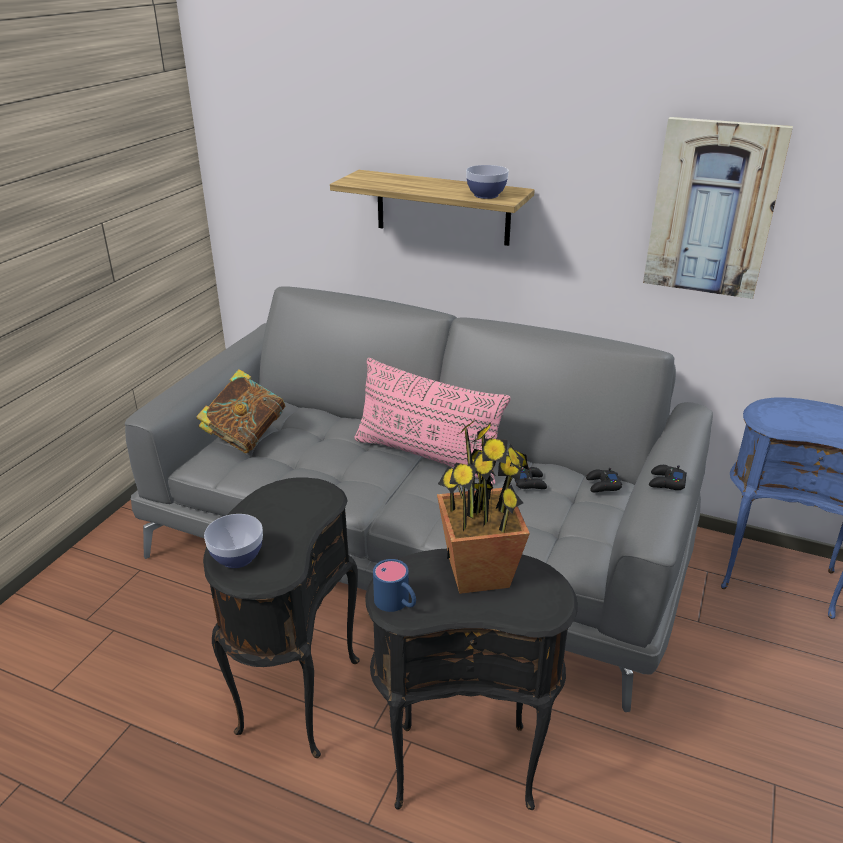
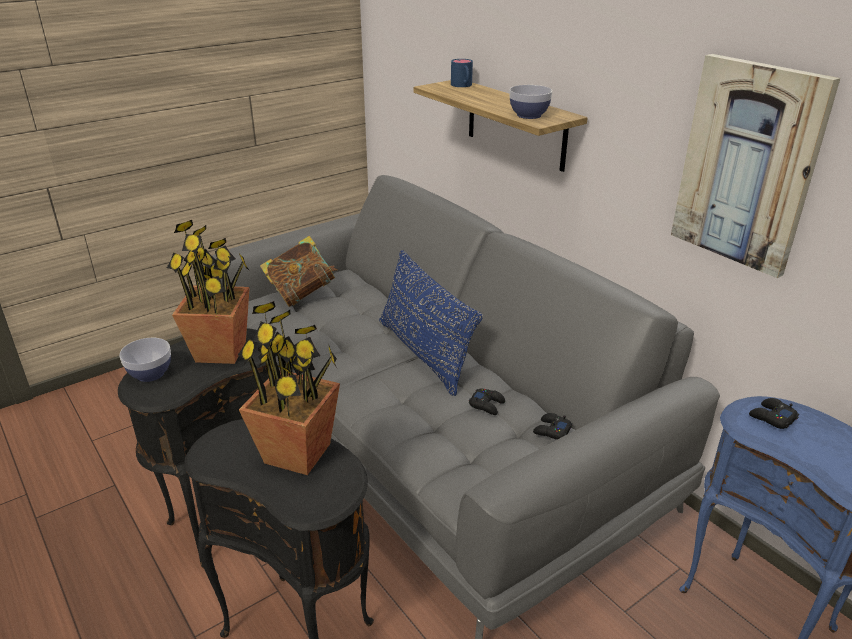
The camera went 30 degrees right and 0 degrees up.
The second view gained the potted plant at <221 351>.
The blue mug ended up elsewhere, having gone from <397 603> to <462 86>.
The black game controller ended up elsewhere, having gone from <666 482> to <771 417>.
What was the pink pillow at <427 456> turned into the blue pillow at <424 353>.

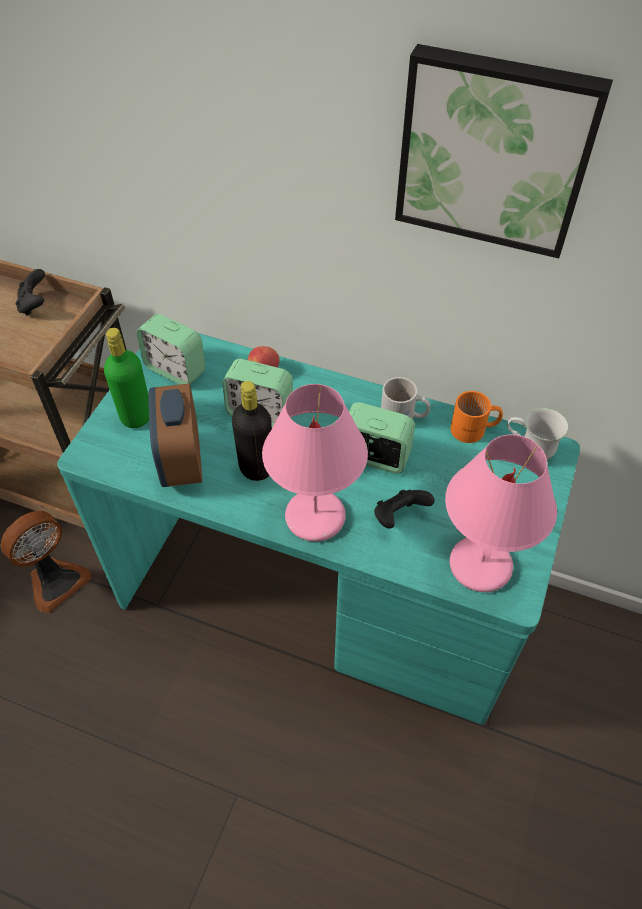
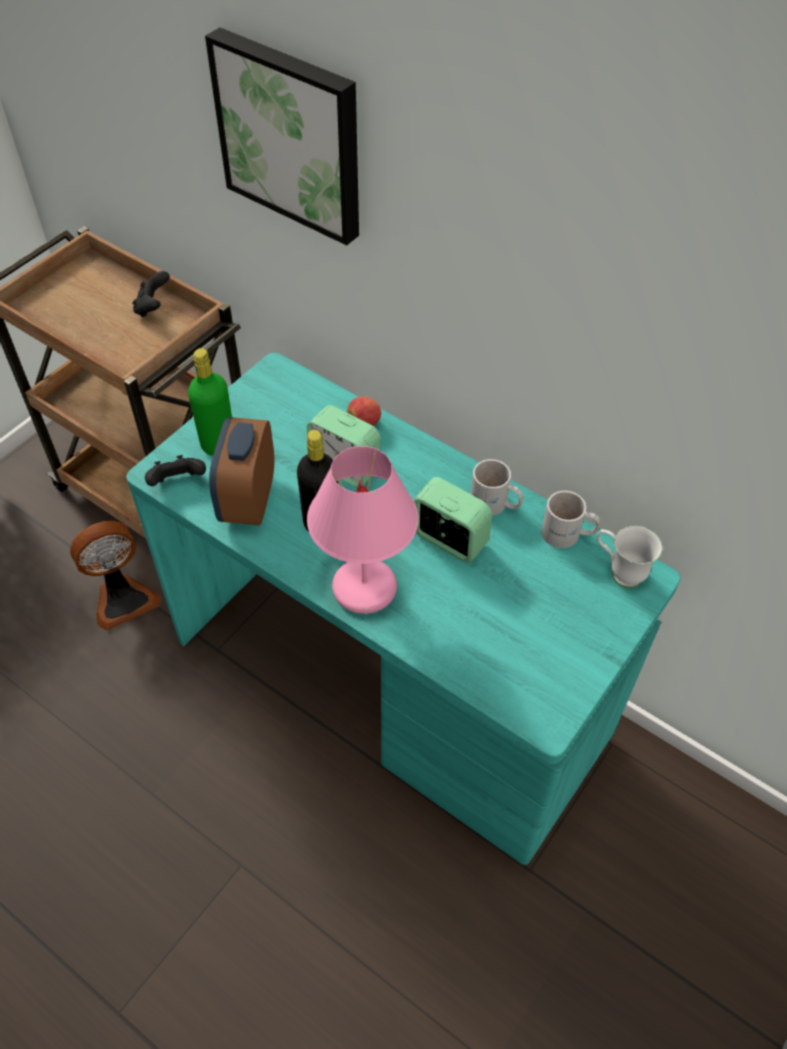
The camera went 15 degrees right and 0 degrees up.
The second view lost the alarm clock at <175 369>.
The second view lost the pink table lamp at <481 566>.
The black game controller ended up elsewhere, having gone from <399 517> to <178 482>.
The picture ended up elsewhere, having gone from <495 151> to <292 135>.
What was the orange mug at <474 430> turned into the white mug at <567 535>.

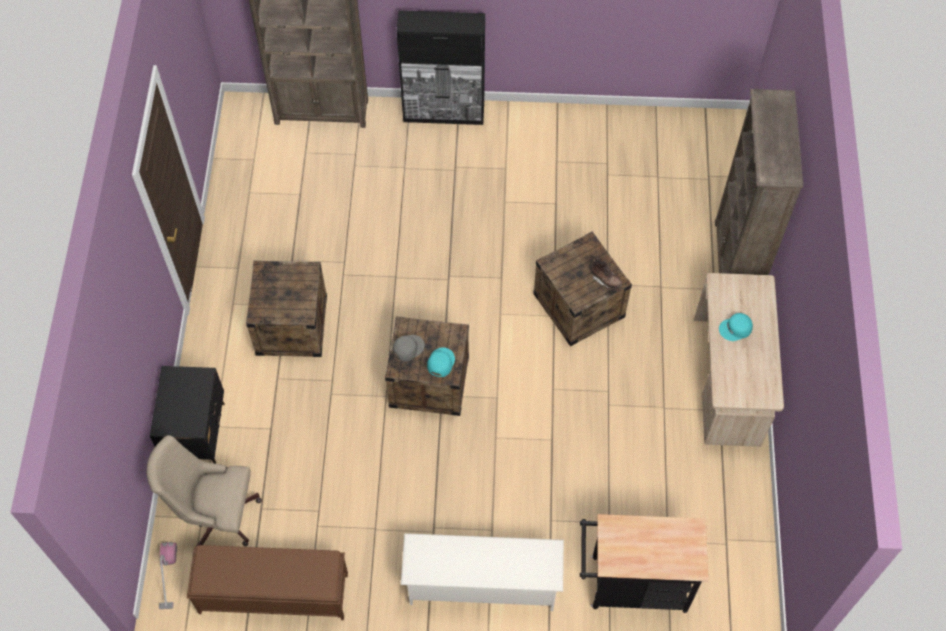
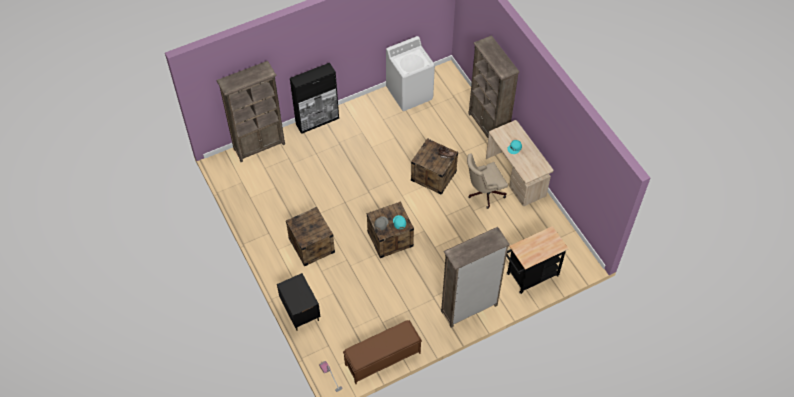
The camera went 30 degrees left and 5 degrees down.
The second view gained the white washing machine at <410 93>.
The beige office chair ended up elsewhere, having gone from <216 514> to <483 193>.
Where the white shoe rack stood at <482 584>, the brown bookcase came to stand at <468 308>.

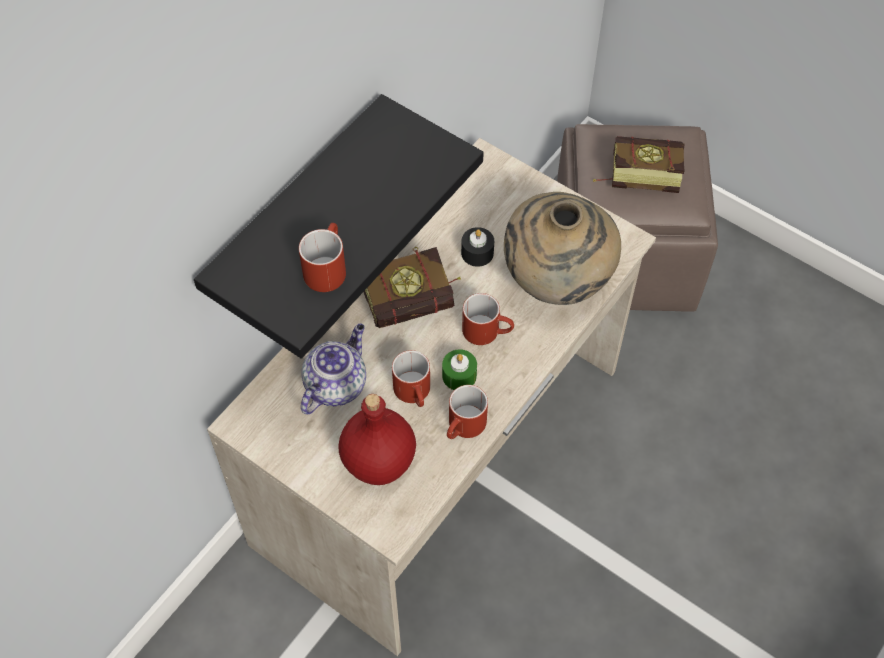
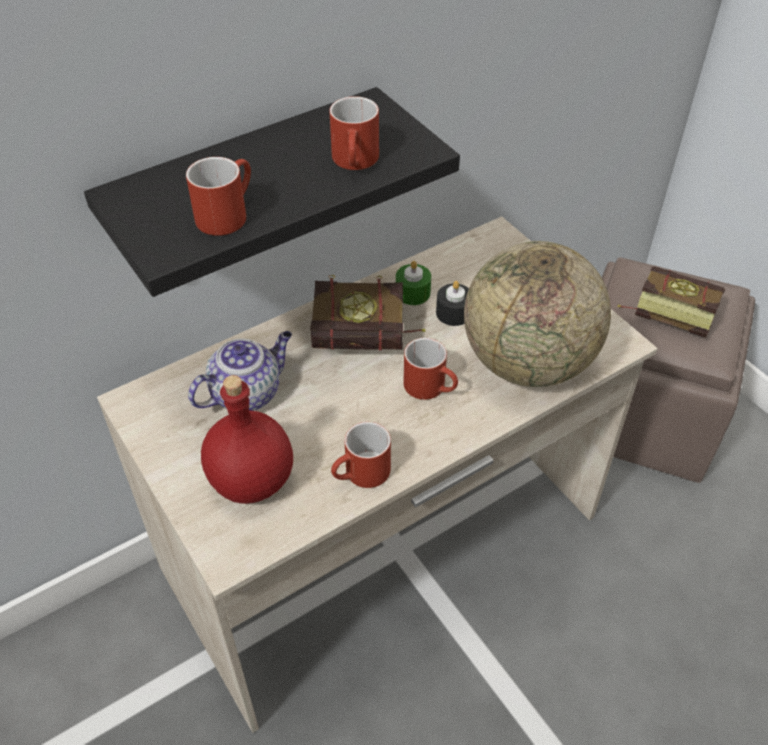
The camera went 20 degrees right and 10 degrees down.
The red mug ended up elsewhere, having gone from <415 393> to <356 162>.
The green candle ended up elsewhere, having gone from <459 375> to <412 293>.
Where the beige vase stood at <557 283>, the globe came to stand at <528 362>.

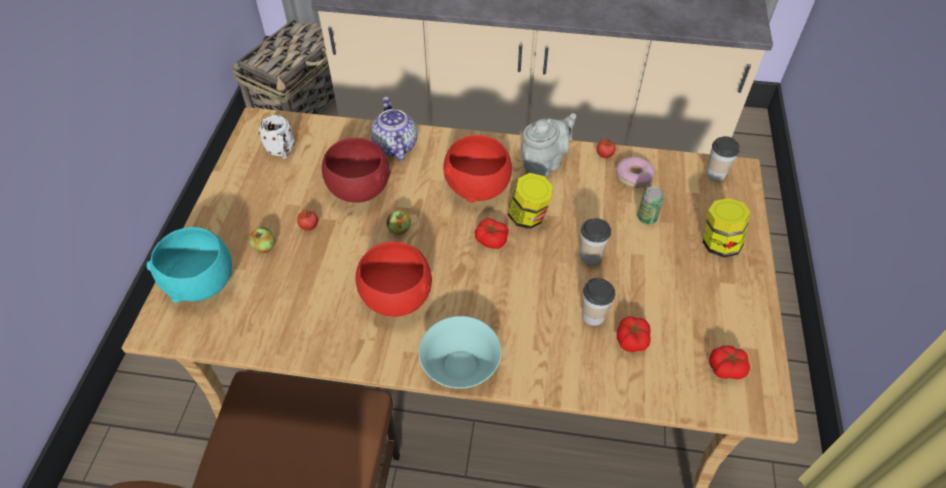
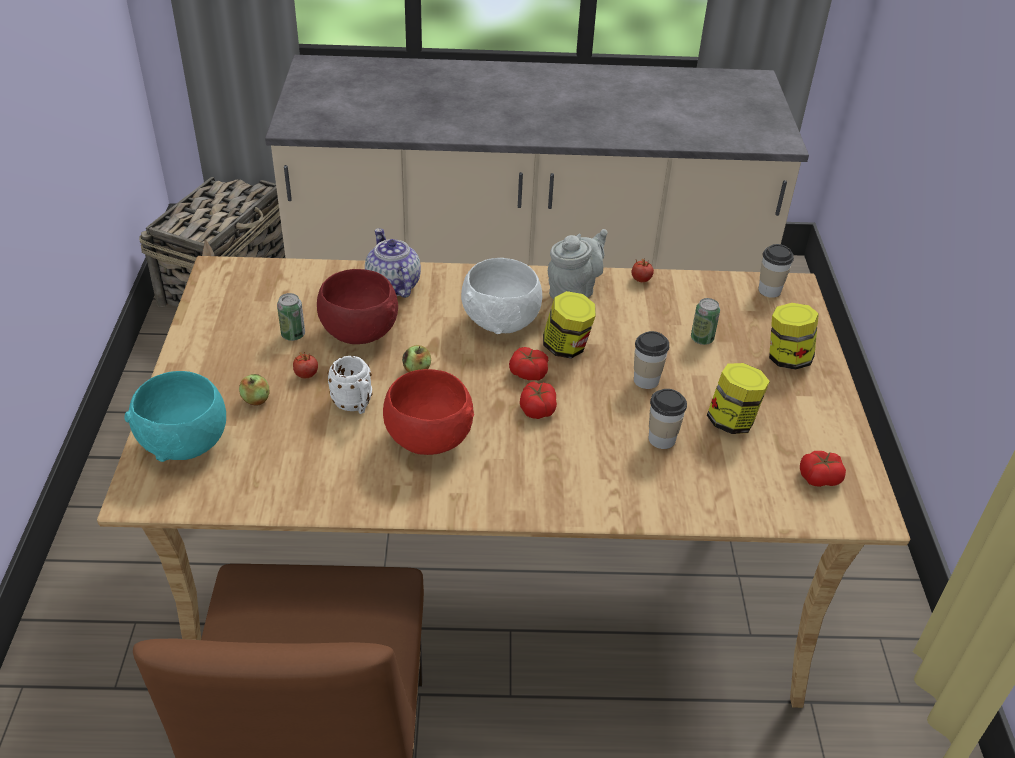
The camera went 10 degrees left and 10 degrees down.
The second view lost the turquoise bowl at <461 366>.
The second view lost the donut at <634 176>.
The second view gained the can at <293 335>.
The second view gained the jar at <732 421>.
The white mug ended up elsewhere, having gone from <282 152> to <355 405>.
The tomato ended up elsewhere, having gone from <631 339> to <537 408>.
What was the red bowl at <478 187> turned into the white bowl at <502 321>.

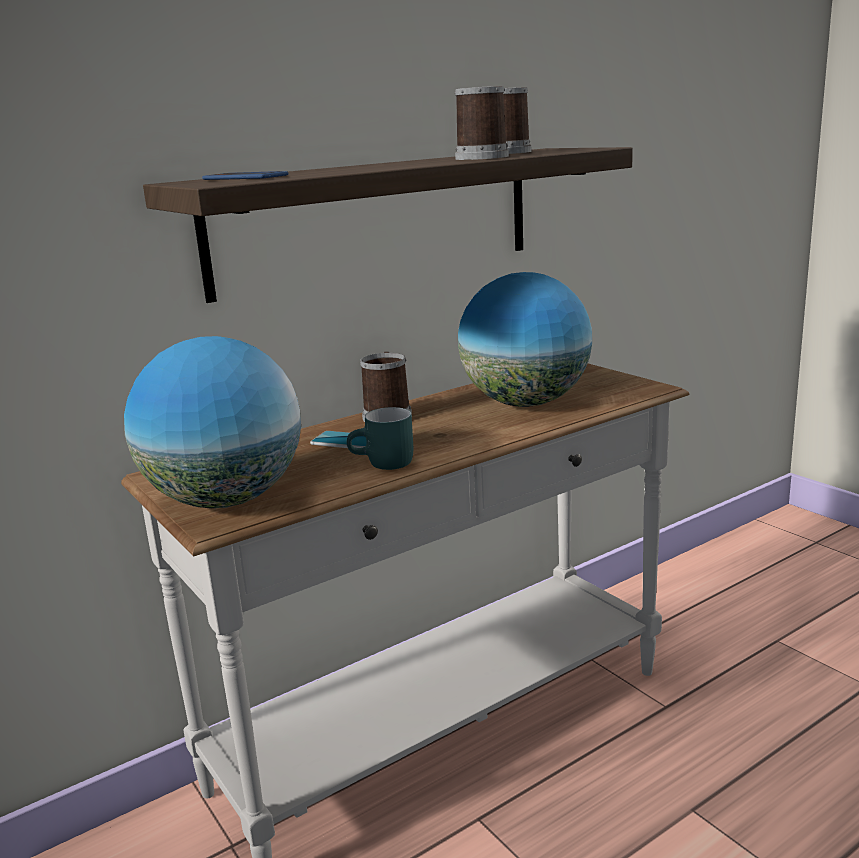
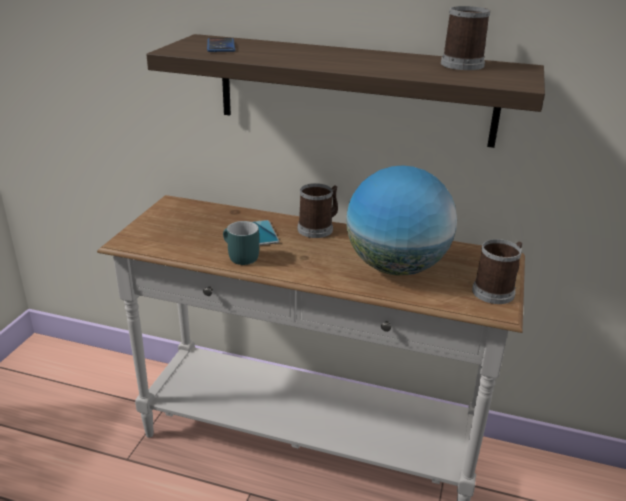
The camera went 50 degrees right and 10 degrees up.
The second view lost the globe at <226 500>.
The mug ended up elsewhere, having gone from <482 157> to <496 290>.

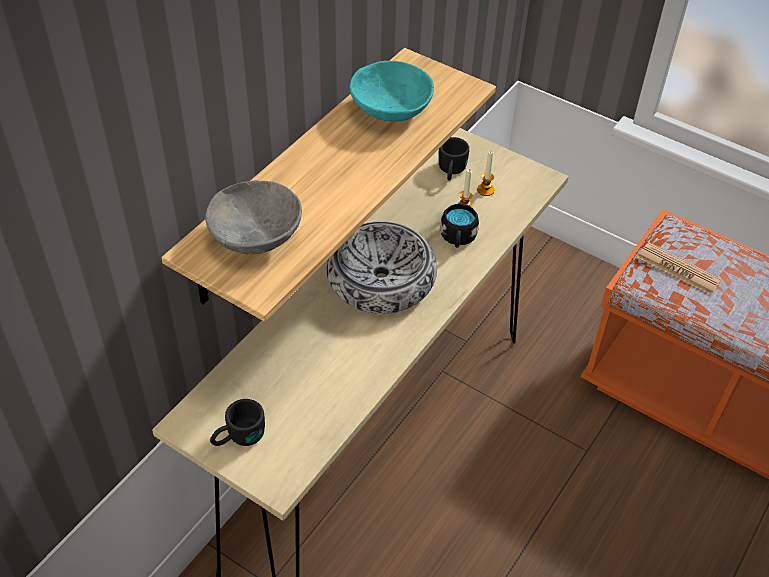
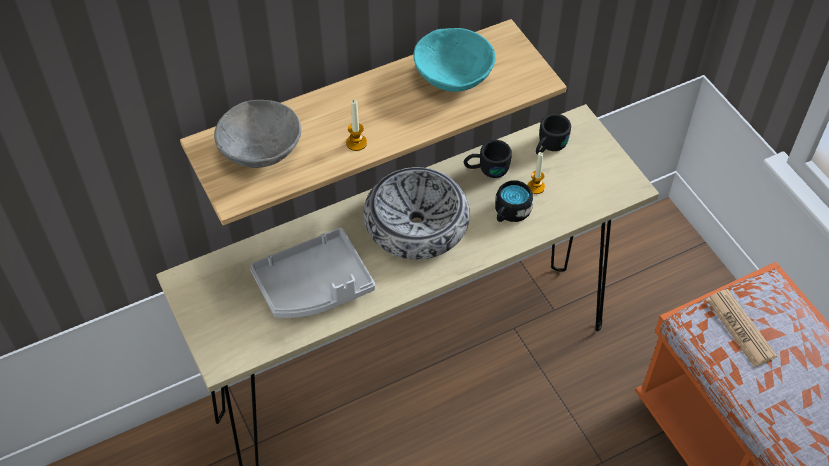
The camera went 30 degrees right and 5 degrees up.
The second view gained the grey tray at <314 286>.
The black mug ended up elsewhere, having gone from <238 437> to <486 169>.
The candle ended up elsewhere, having gone from <485 190> to <356 143>.

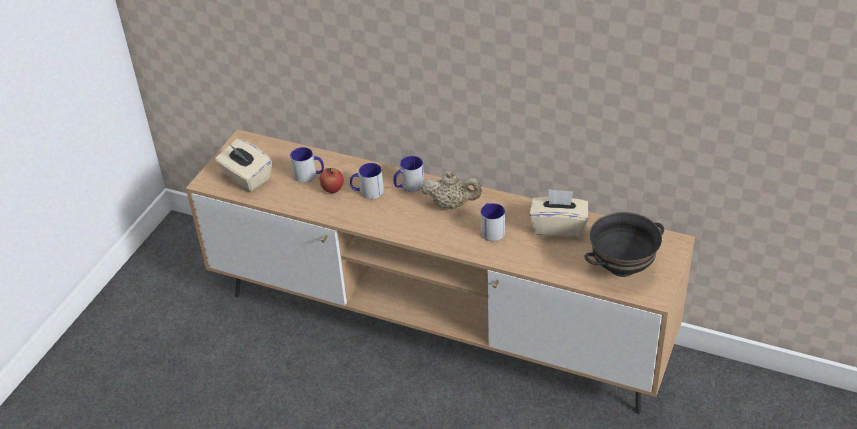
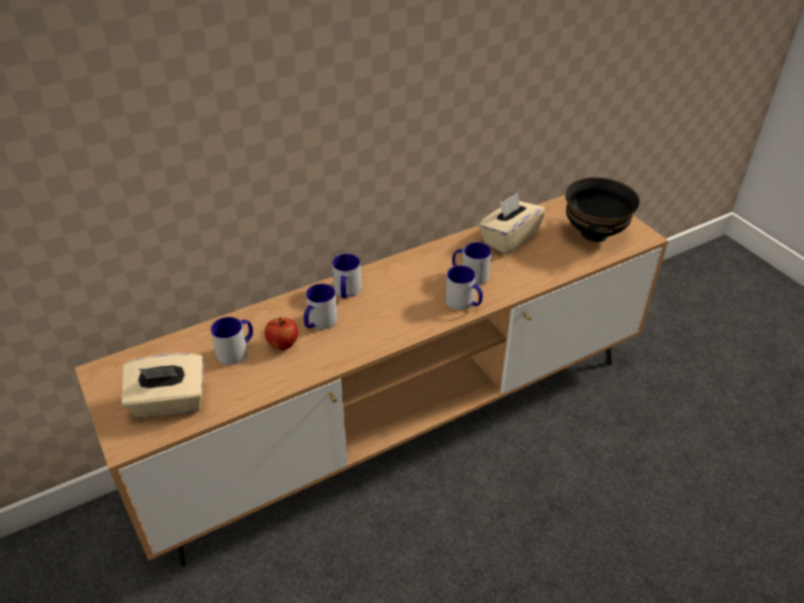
The camera went 55 degrees left and 0 degrees up.
The second view lost the beige teapot at <451 205>.
The second view gained the mug at <464 303>.

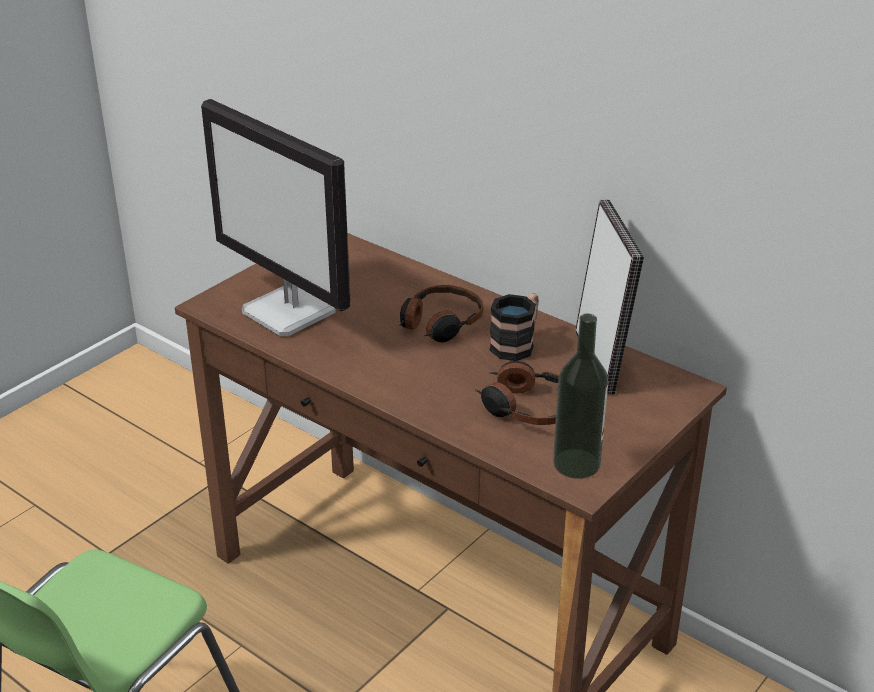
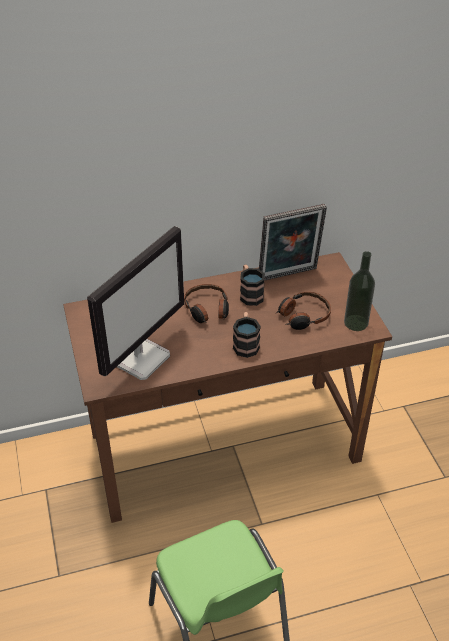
The camera went 55 degrees left and 10 degrees up.
The second view gained the mug at <246 343>.
The monitor at <291 312> ended up facing another way, 45 degrees counterclockwise from before.
The picture frame at <601 361> ended up facing another way, 135 degrees clockwise from before.

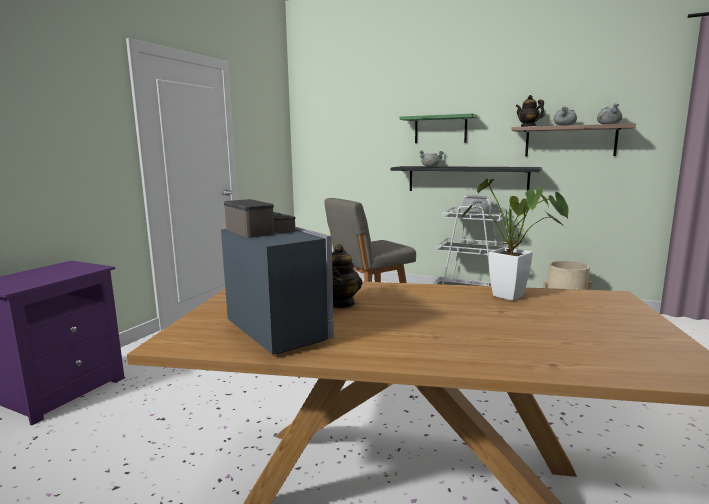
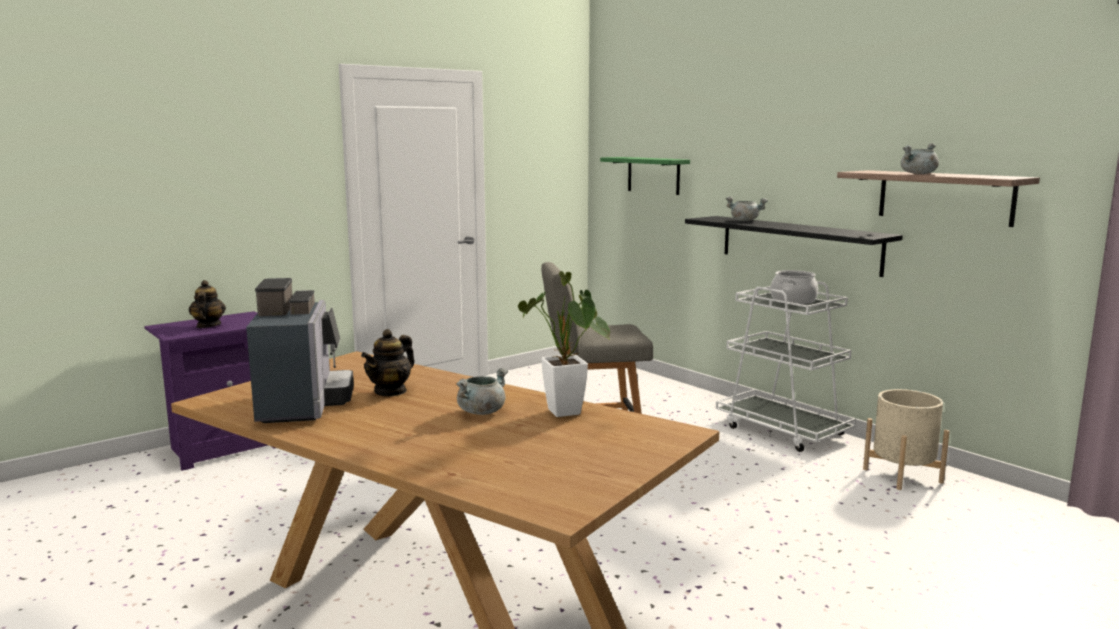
The camera went 25 degrees right and 0 degrees up.
The green shelf ended up elsewhere, having gone from <440 129> to <653 175>.
The teapot ended up elsewhere, having gone from <528 126> to <208 325>.
The grey cooking pot ended up elsewhere, having gone from <608 124> to <481 411>.

